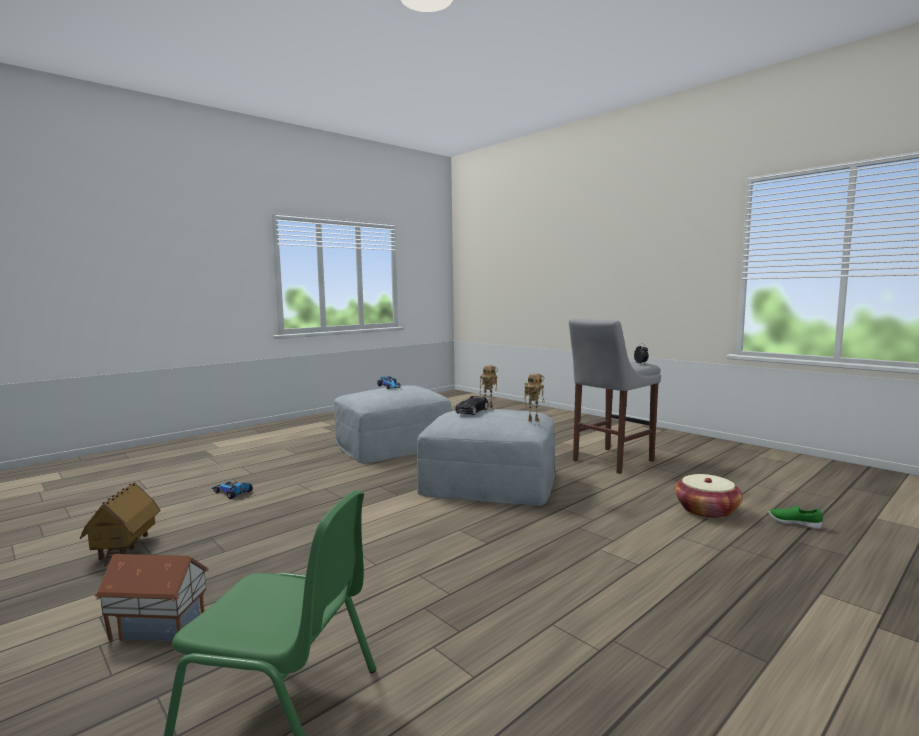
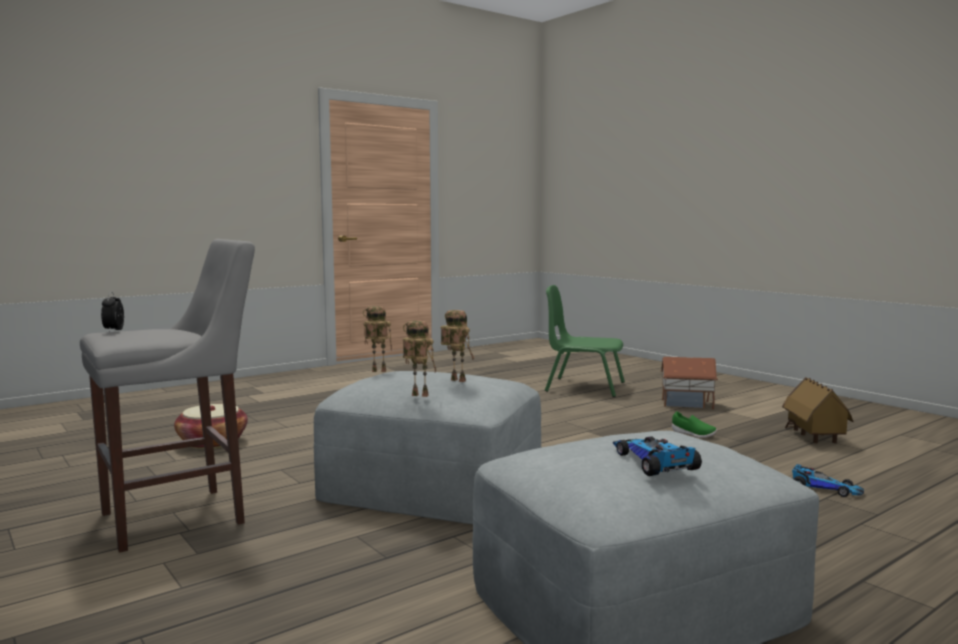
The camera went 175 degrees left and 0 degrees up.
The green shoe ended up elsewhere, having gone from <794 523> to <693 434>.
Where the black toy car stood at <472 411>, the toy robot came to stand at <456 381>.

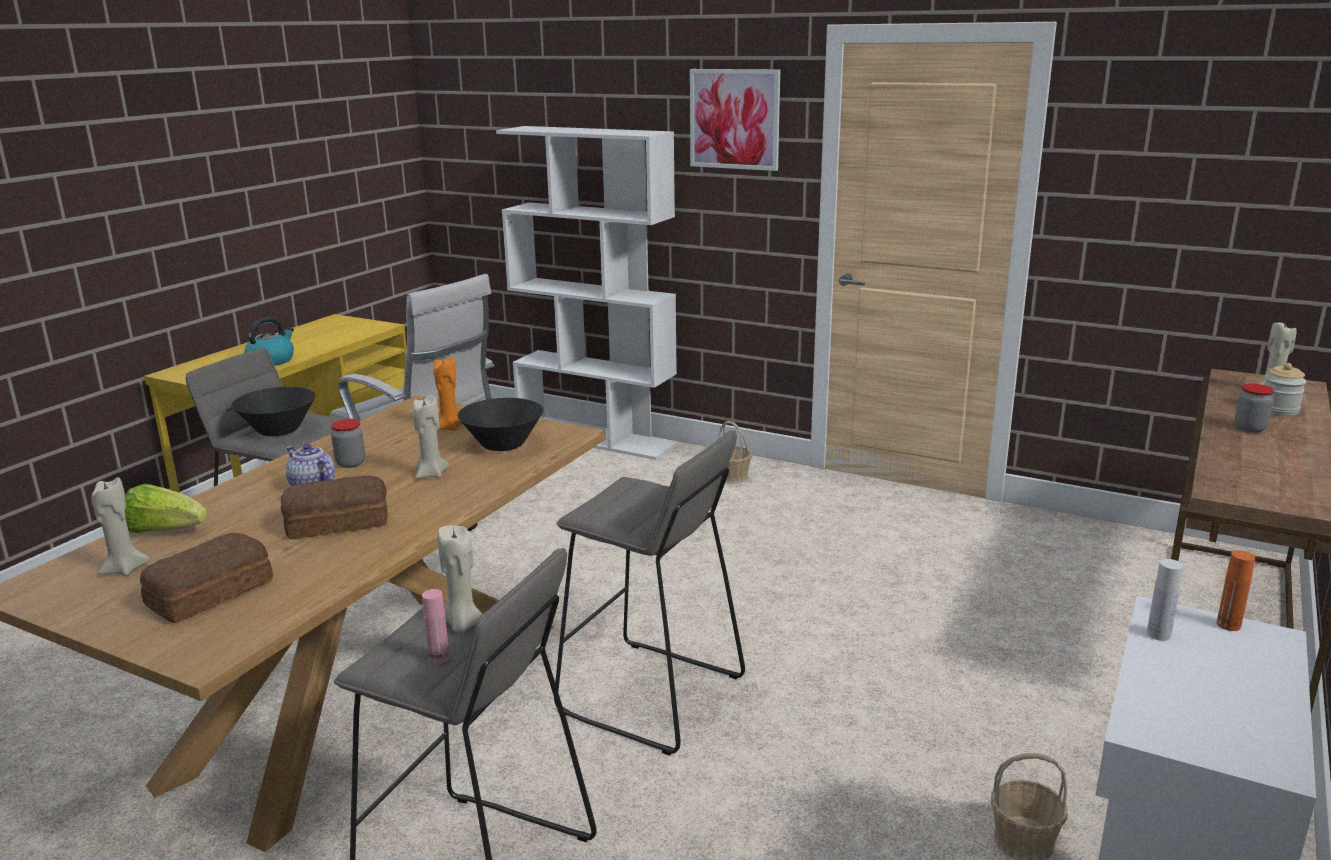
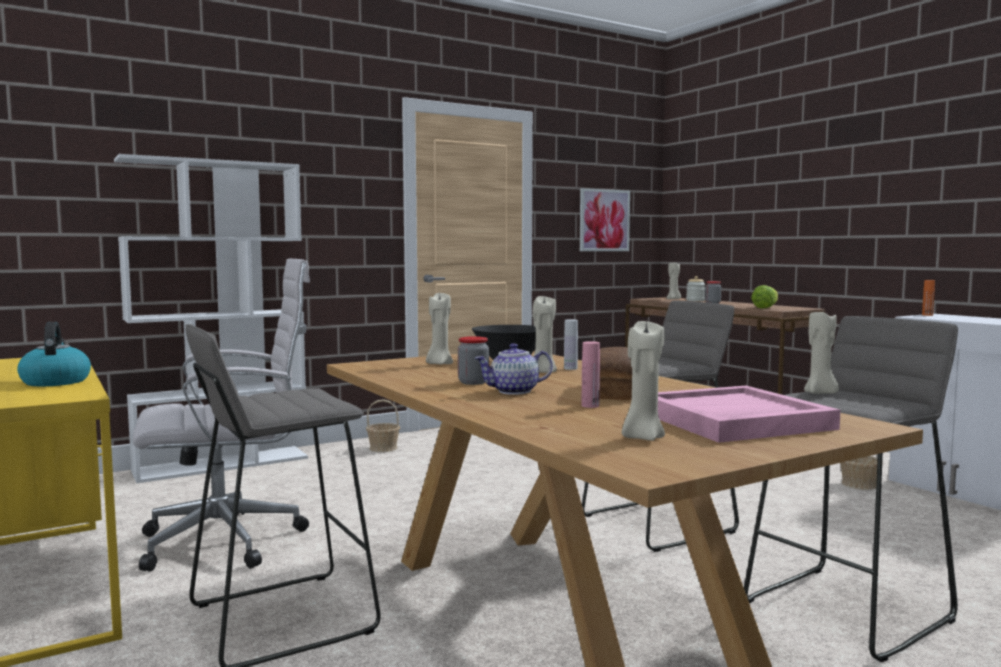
The camera went 60 degrees left and 15 degrees down.
The second view lost the black bowl at <279 430>.
The lettuce ended up elsewhere, having gone from <165 530> to <765 308>.
The pink bottle ended up elsewhere, having gone from <439 658> to <590 406>.
The picture ended up elsewhere, having gone from <734 119> to <604 220>.
The white bottle ended up elsewhere, having gone from <1158 634> to <570 368>.
Where the bread stood at <207 593>, the pink tray came to stand at <733 420>.
What was the orange candle at <449 427> turned into the beige candle at <439 364>.

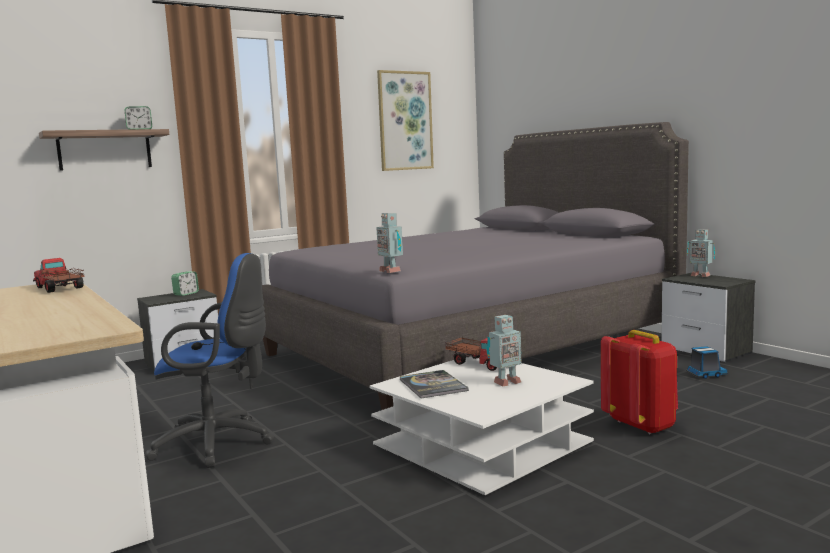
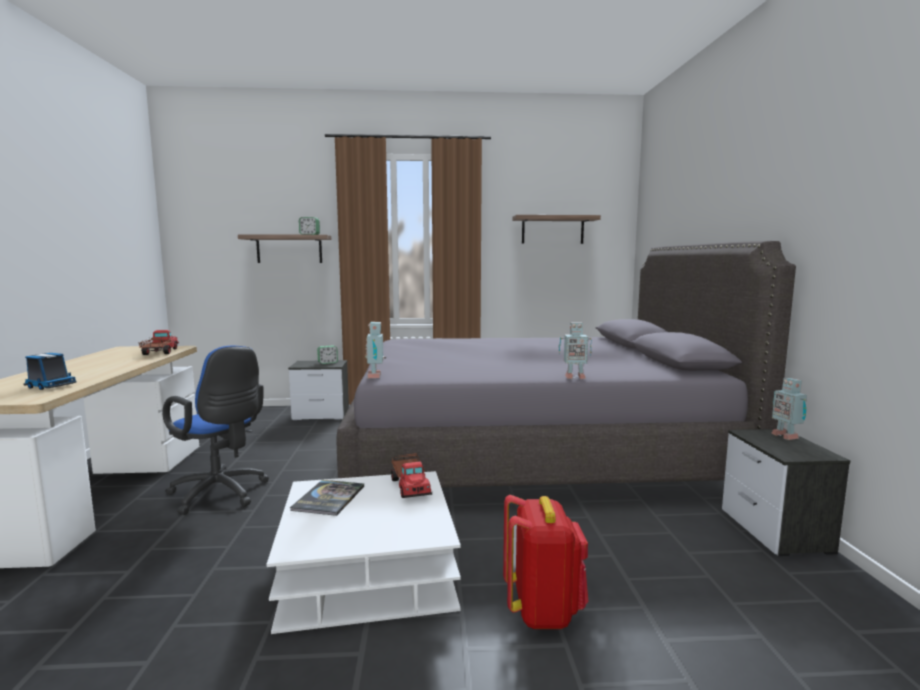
The camera went 30 degrees right and 0 degrees up.
The toy robot ended up elsewhere, having gone from <505 382> to <574 377>.
The toy truck ended up elsewhere, having gone from <706 374> to <50 386>.
Where the picture hung at <405 121>, the shelf came to hang at <552 230>.

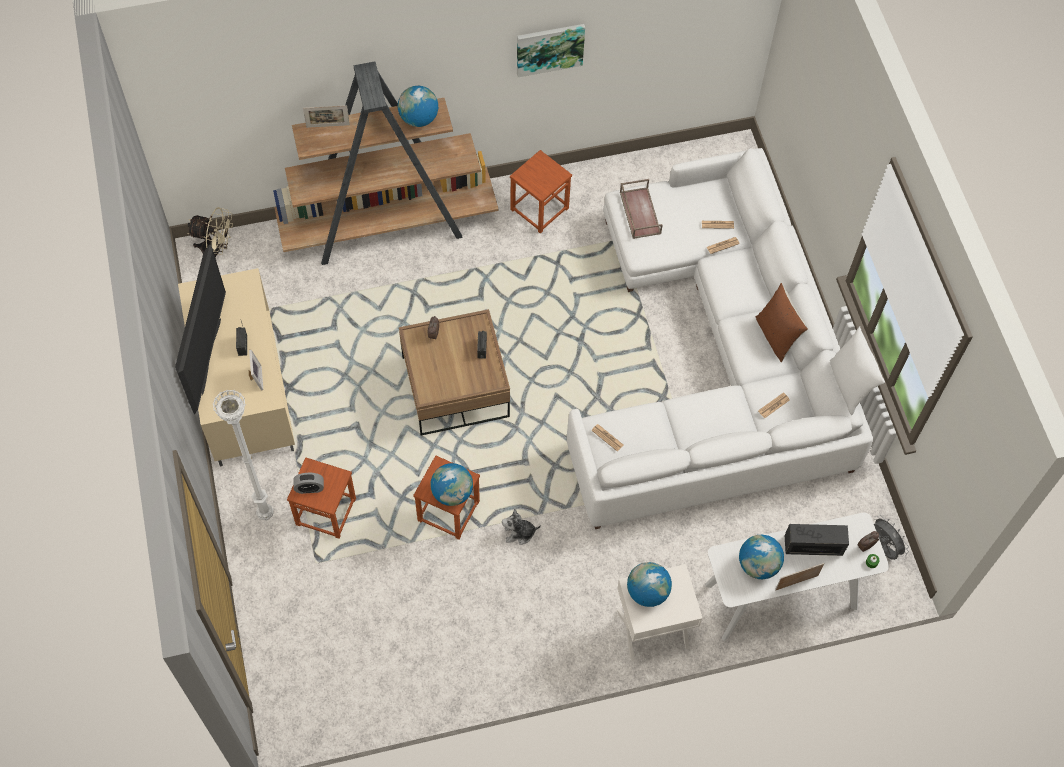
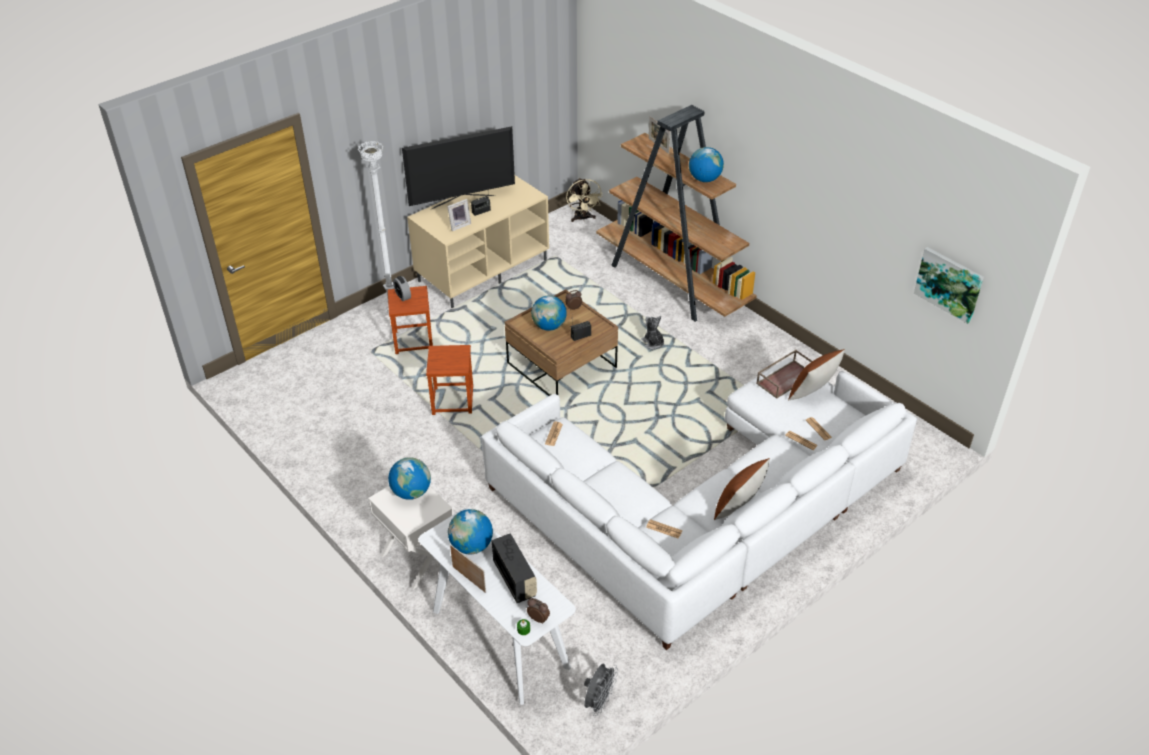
The camera went 65 degrees right and 20 degrees down.
The second view lost the brown stool at <539 208>.
The second view lost the white pillow at <849 385>.
The second view gained the brown pillow at <812 393>.
The globe ended up elsewhere, having gone from <452 493> to <549 326>.
The plush toy ended up elsewhere, having gone from <519 533> to <653 343>.
The picture ended up elsewhere, having gone from <549 48> to <949 284>.

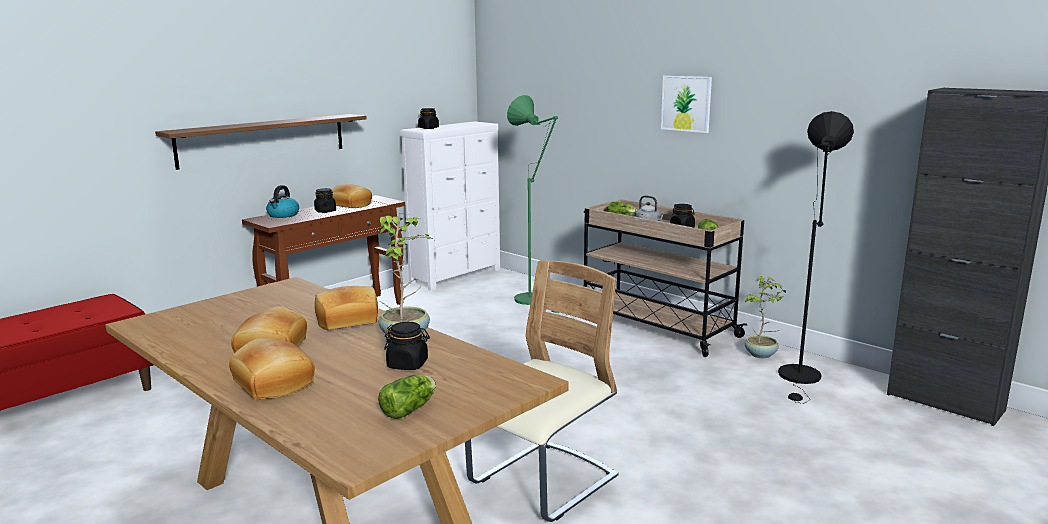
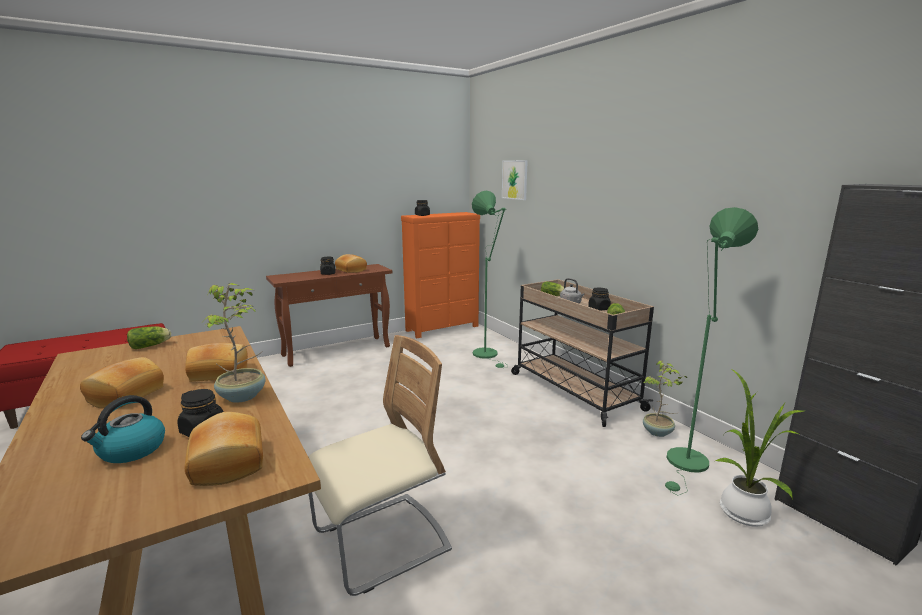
The camera went 15 degrees right and 0 degrees up.
The second view lost the shelf at <263 140>.
The second view gained the potted plant at <741 510>.
The bread ended up elsewhere, having gone from <271 384> to <225 463>.
The kettle ended up elsewhere, having gone from <283 215> to <131 450>.
The lettuce ended up elsewhere, having gone from <411 409> to <151 345>.
The picture ended up elsewhere, having gone from <686 103> to <515 179>.
What was the white dresser at <457 276> turned into the orange dresser at <443 328>.
What was the black floor lamp at <800 378> turned into the green floor lamp at <687 465>.

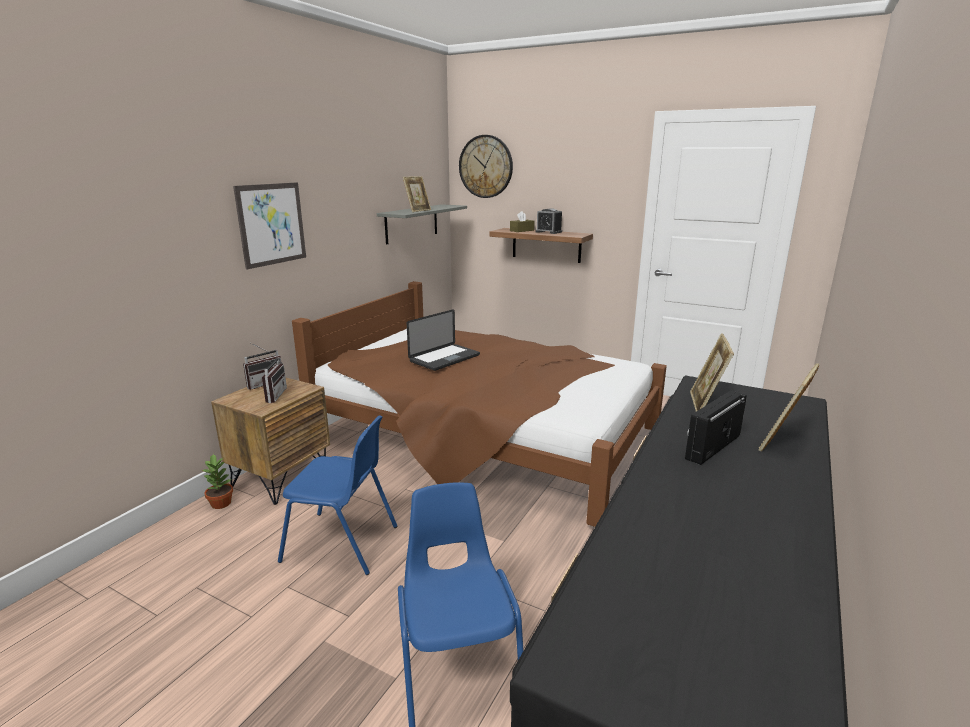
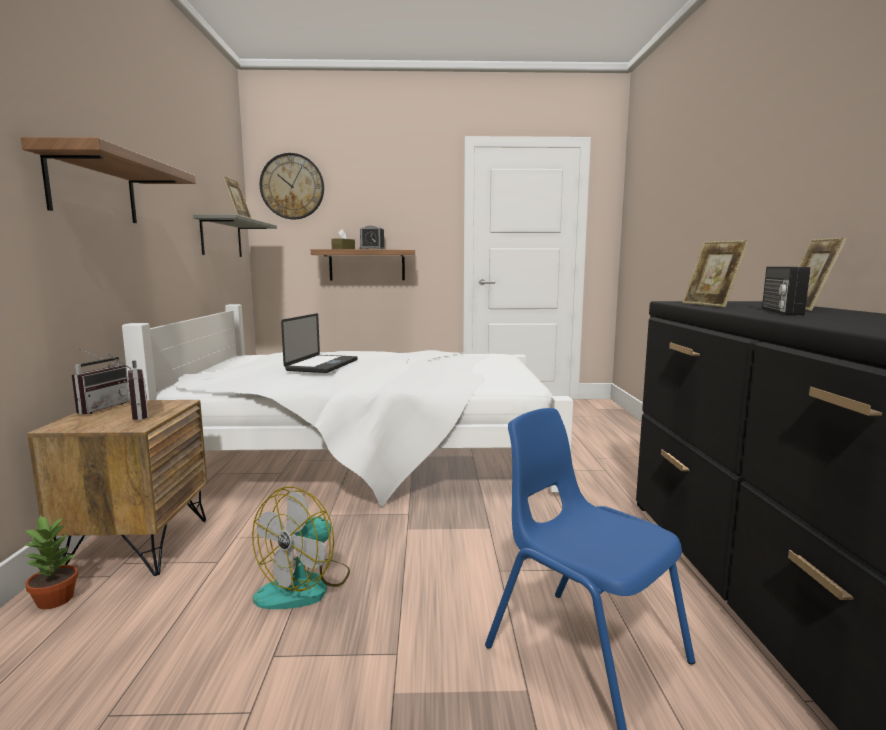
The camera went 30 degrees left and 10 degrees down.
Where the picture hung at <271 224>, the shelf came to hang at <93 188>.
Where the blue chair stood at <342 544>, the fan came to stand at <305 586>.
What was the brown bed at <486 437> turned into the white bed at <372 454>.

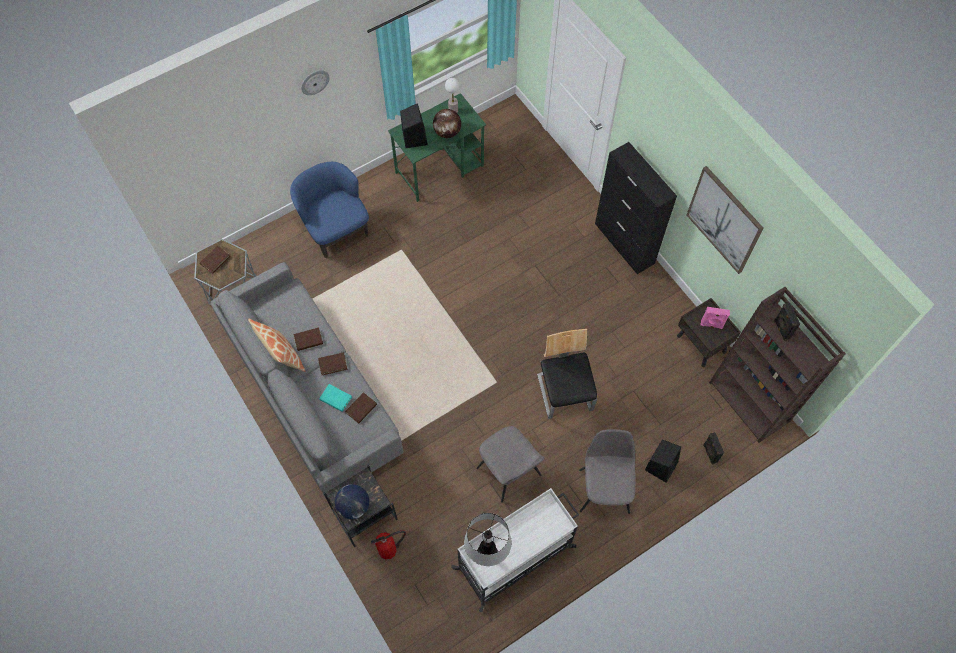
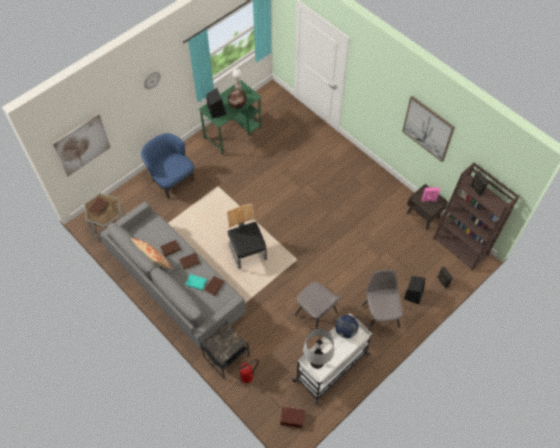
The camera went 10 degrees left and 5 degrees down.
The second view lost the black cabinet at <624 244>.
The second view gained the picture at <82 144>.
The second view gained the brown storage box at <292 417>.
The globe ended up elsewhere, having gone from <354 506> to <346 331>.
The chair ended up elsewhere, having gone from <565 392> to <247 251>.

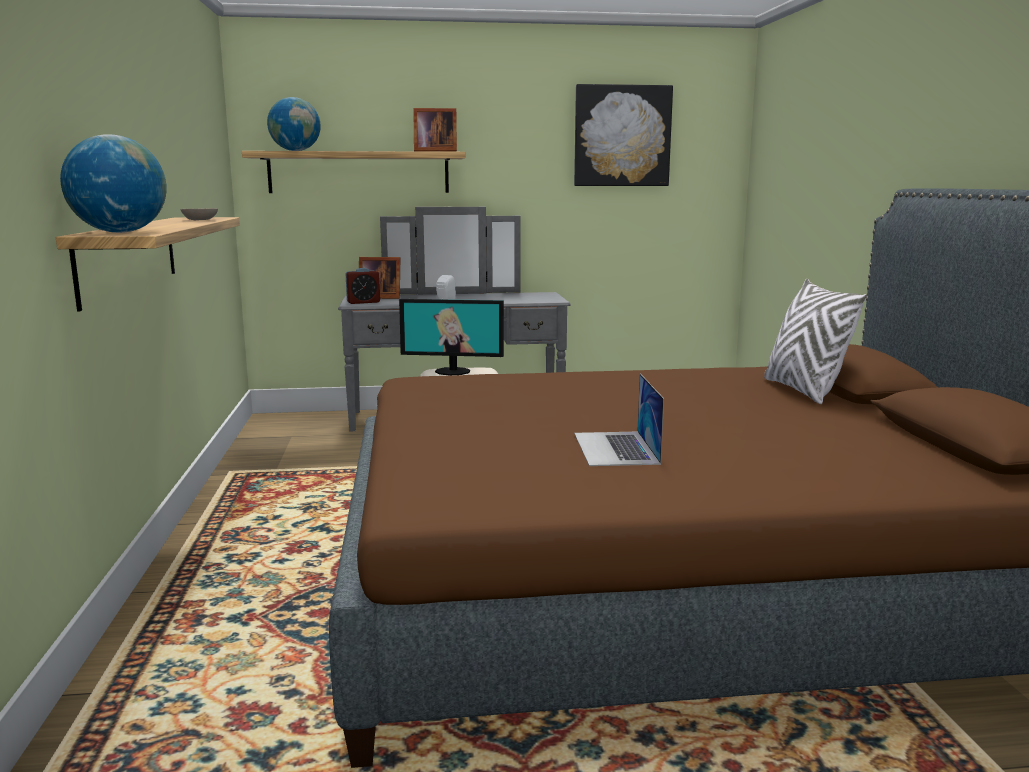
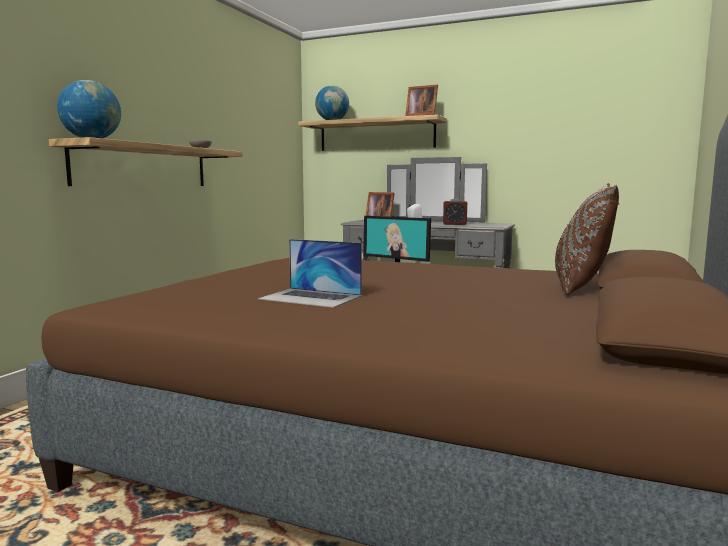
The camera went 30 degrees right and 5 degrees down.
The second view lost the picture at <622 136>.
The alarm clock ended up elsewhere, having gone from <363 302> to <454 224>.
What was the white pillow at <804 391> turned into the brown pillow at <581 287>.
The laptop at <615 448> ended up facing another way, 90 degrees counterclockwise from before.

